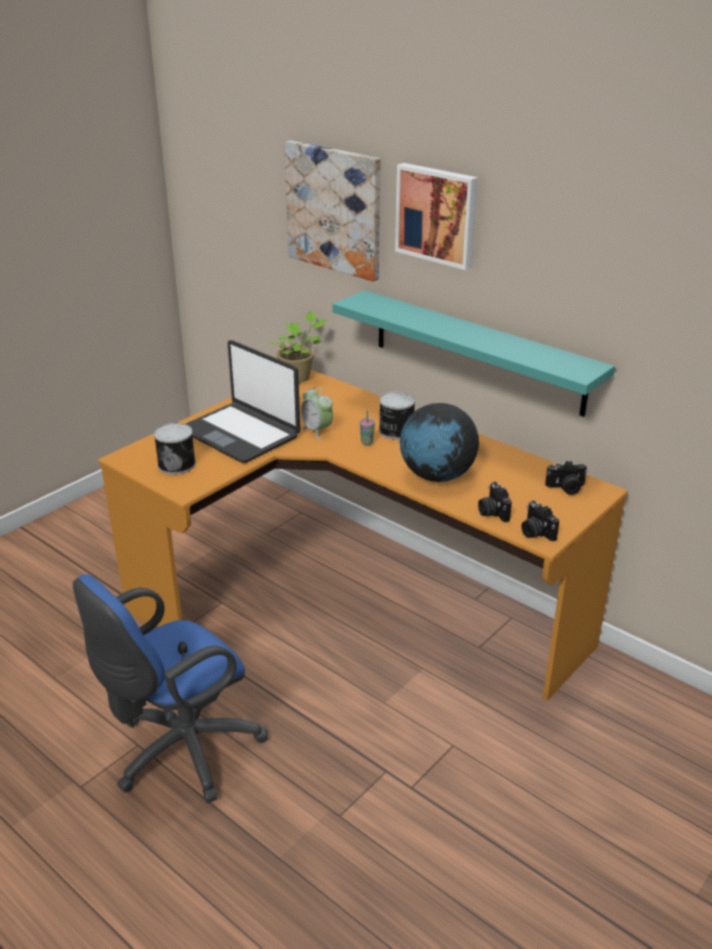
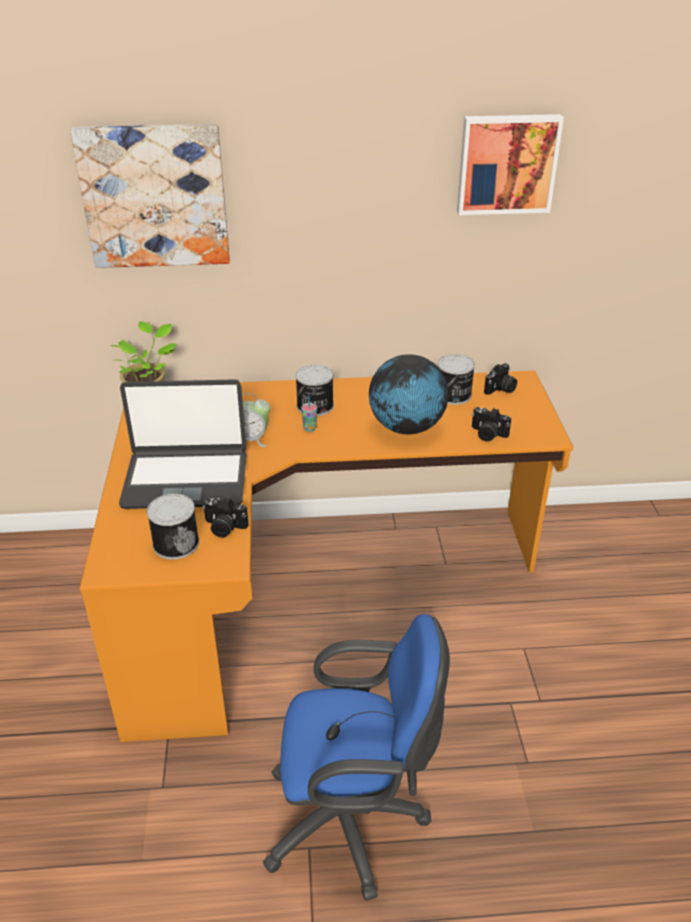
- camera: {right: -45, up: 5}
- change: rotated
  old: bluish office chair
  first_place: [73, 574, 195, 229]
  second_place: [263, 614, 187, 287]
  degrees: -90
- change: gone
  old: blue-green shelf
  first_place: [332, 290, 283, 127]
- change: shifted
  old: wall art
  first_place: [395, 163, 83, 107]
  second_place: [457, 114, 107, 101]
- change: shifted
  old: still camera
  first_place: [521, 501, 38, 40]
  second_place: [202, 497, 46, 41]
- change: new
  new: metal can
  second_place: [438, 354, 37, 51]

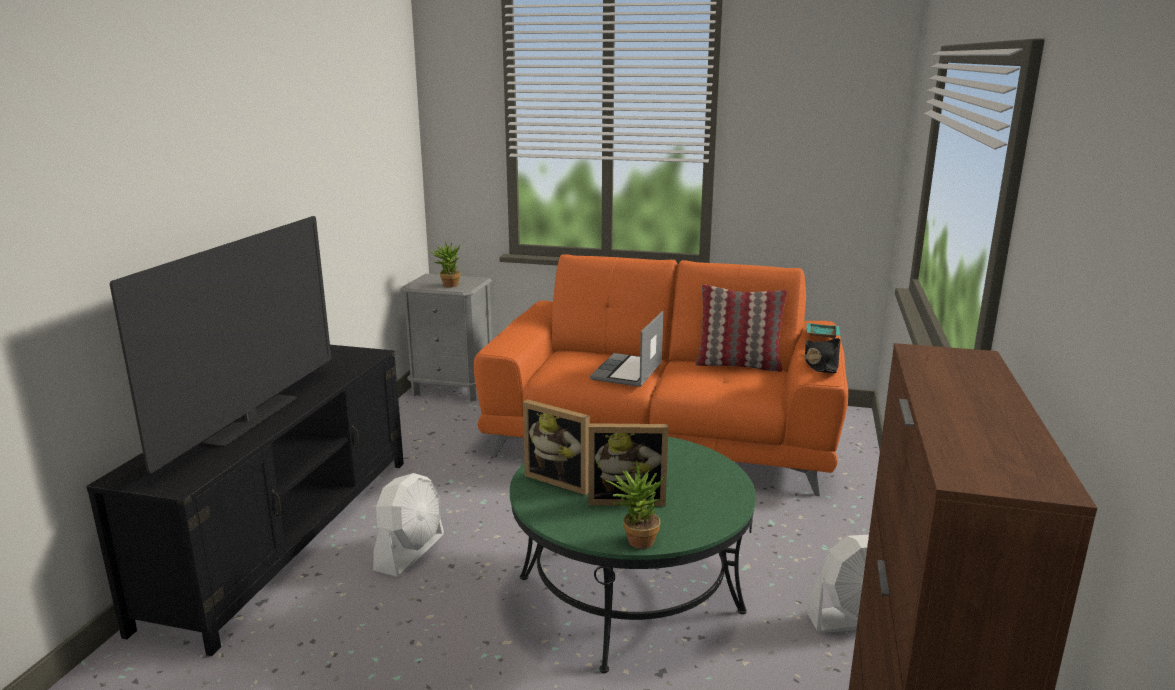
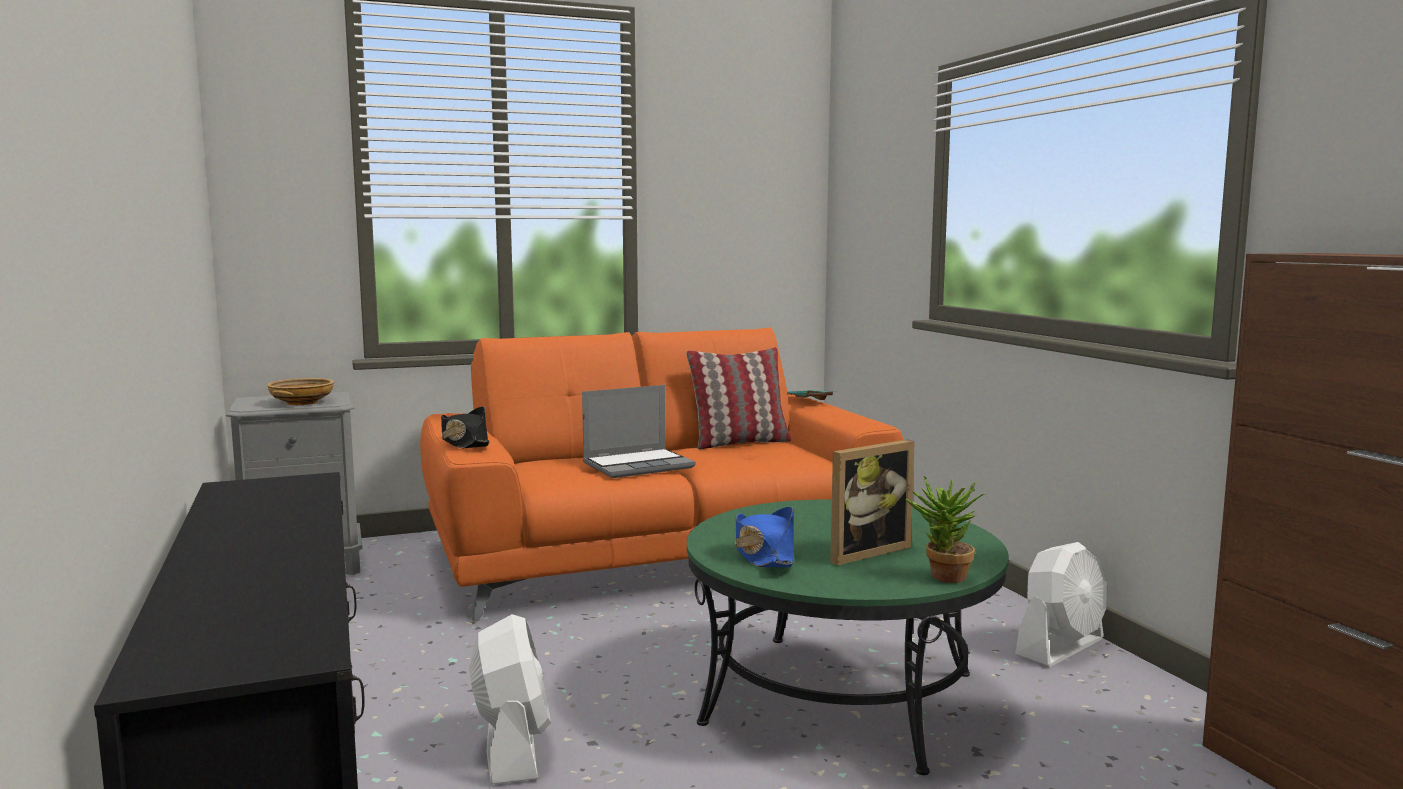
- camera: {right: -35, up: -10}
- change: gone
  old: television
  first_place: [110, 216, 221, 257]
- change: swapped
  old: potted plant
  new: beige-coloured bowl
  first_place: [428, 241, 33, 46]
  second_place: [267, 378, 67, 27]
- change: swapped
  old: photo frame
  new: bluish wearable hat
  first_place: [523, 399, 67, 96]
  second_place: [735, 506, 59, 61]
- change: rotated
  old: notebook computer
  first_place: [590, 311, 73, 76]
  second_place: [582, 385, 113, 93]
  degrees: -105
- change: shifted
  old: blackish wearable hat
  first_place: [804, 338, 36, 35]
  second_place: [441, 406, 48, 42]

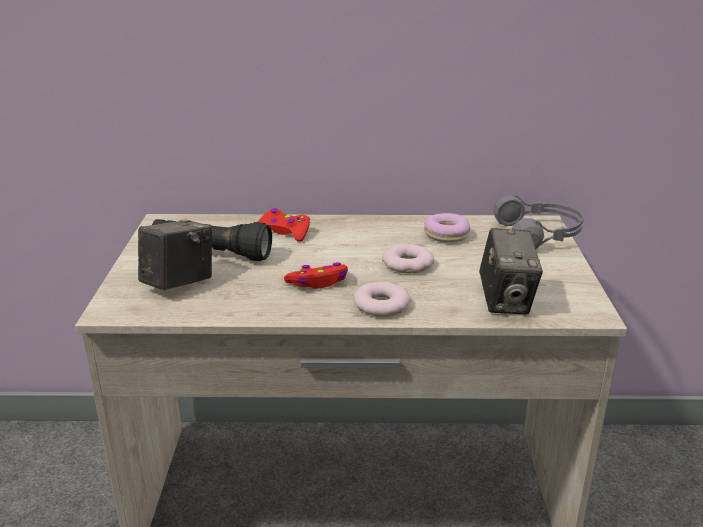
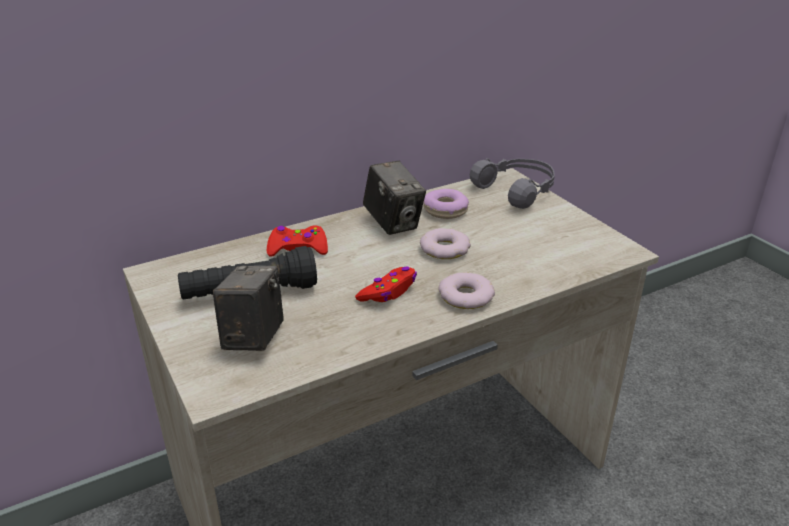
- camera: {right: -30, up: 5}
- change: shifted
  old: still camera
  first_place: [479, 228, 64, 86]
  second_place: [363, 161, 63, 74]

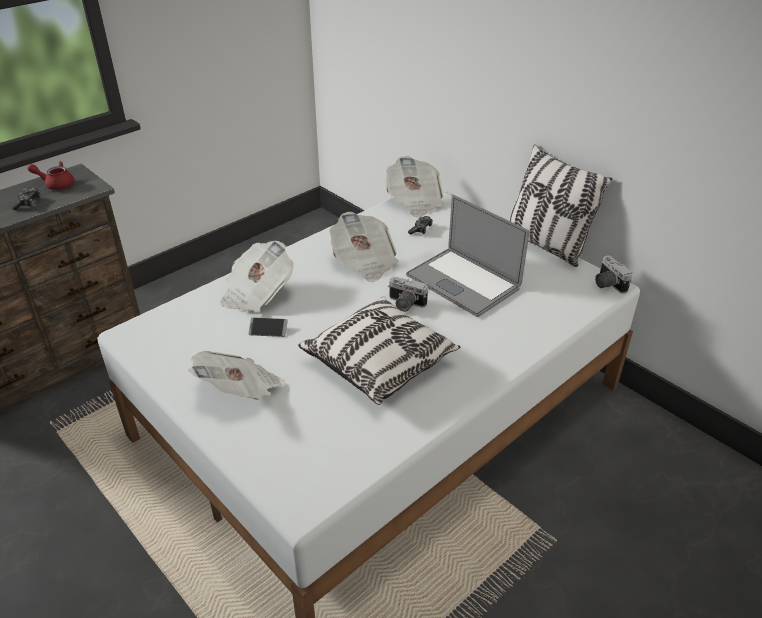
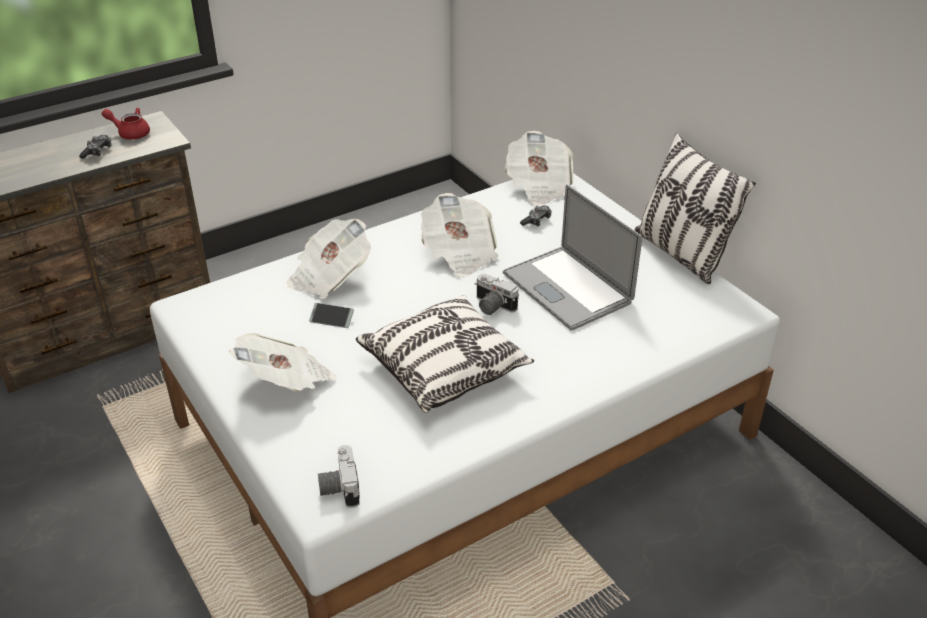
- camera: {right: 10, up: 0}
- change: shifted
  old: still camera
  first_place: [595, 256, 37, 38]
  second_place: [318, 445, 42, 63]

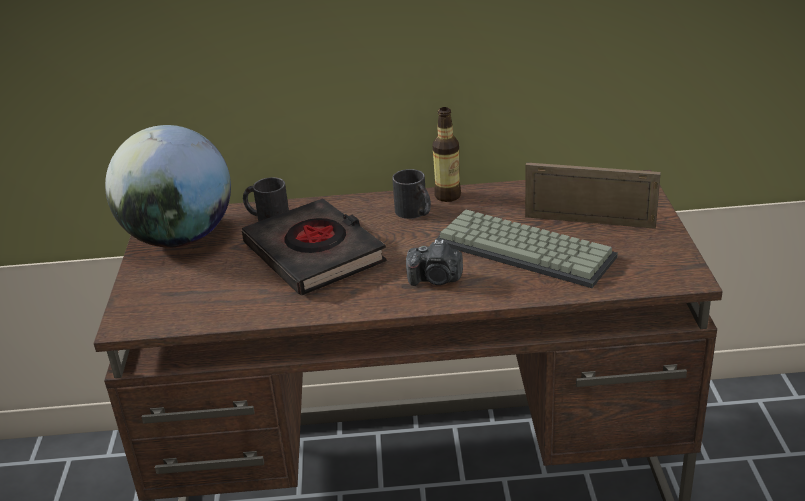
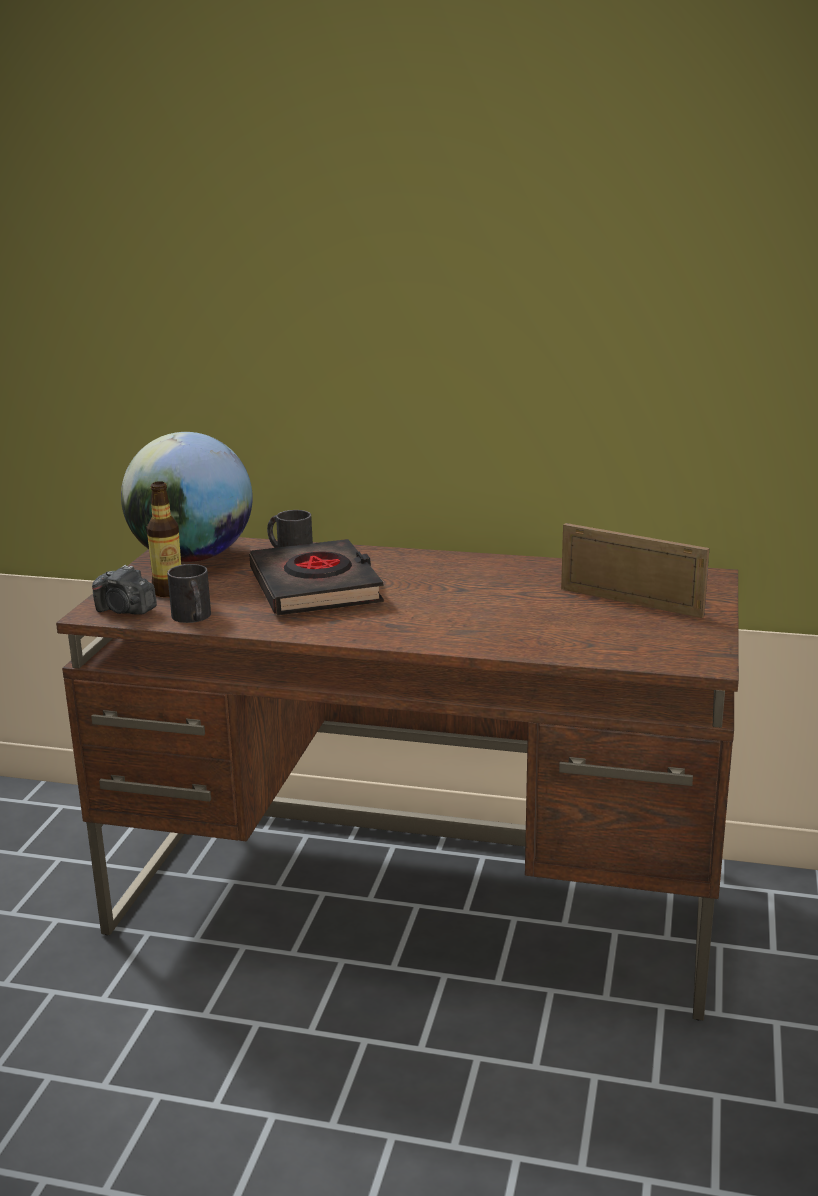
- camera: {right: 15, up: -10}
- change: shifted
  old: blackish mug
  first_place: [392, 169, 39, 50]
  second_place: [167, 564, 44, 59]
- change: shifted
  old: still camera
  first_place: [406, 239, 57, 47]
  second_place: [92, 565, 65, 50]
- change: shifted
  old: drink bottle
  first_place: [433, 107, 28, 95]
  second_place: [146, 481, 35, 116]
- change: gone
  old: computer keyboard
  first_place: [436, 209, 182, 79]

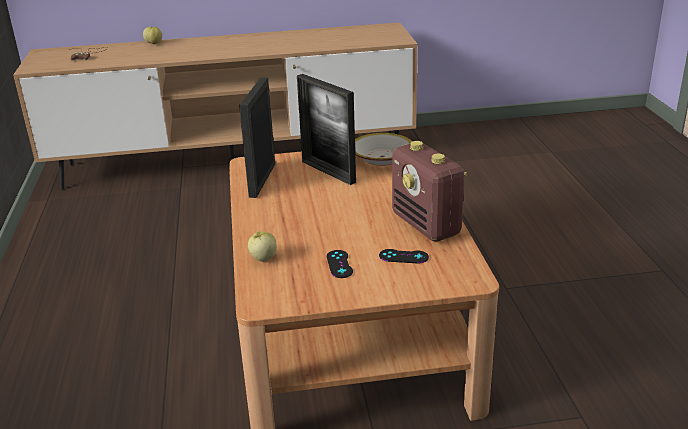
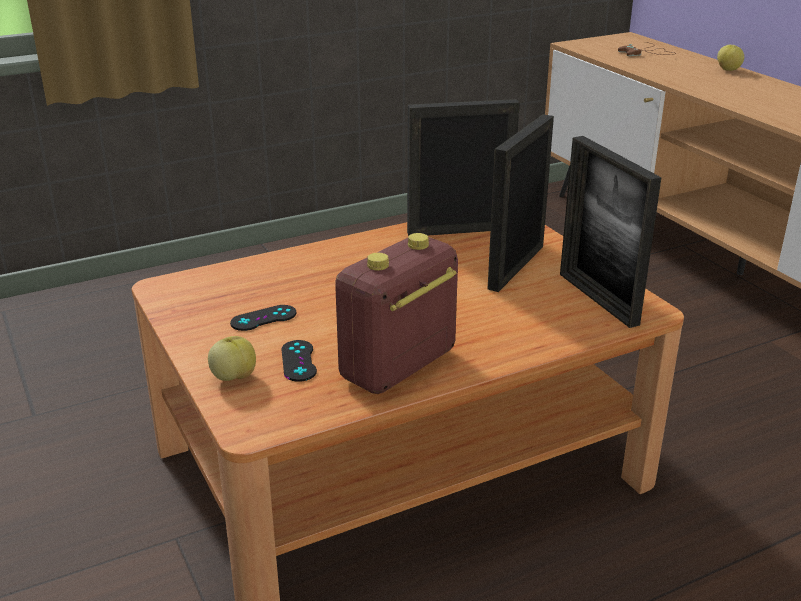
- camera: {right: 70, up: 0}
- change: shifted
  old: apple
  first_place: [248, 231, 29, 31]
  second_place: [208, 336, 48, 45]
- change: swapped
  old: bowl
  new: photo frame
  first_place: [355, 133, 57, 33]
  second_place: [560, 136, 101, 192]

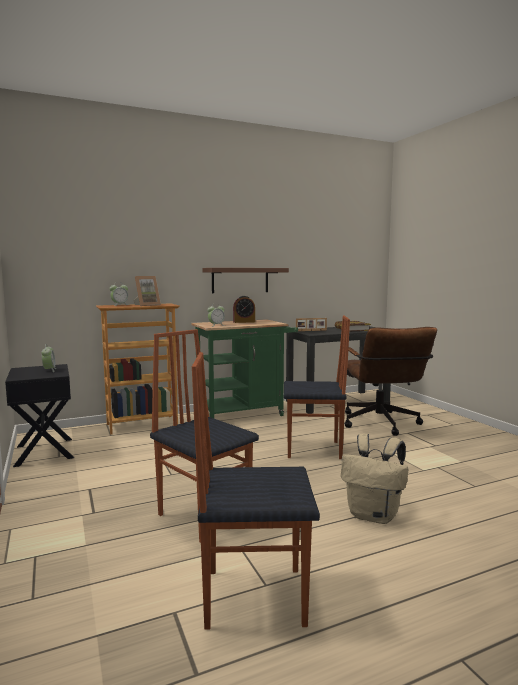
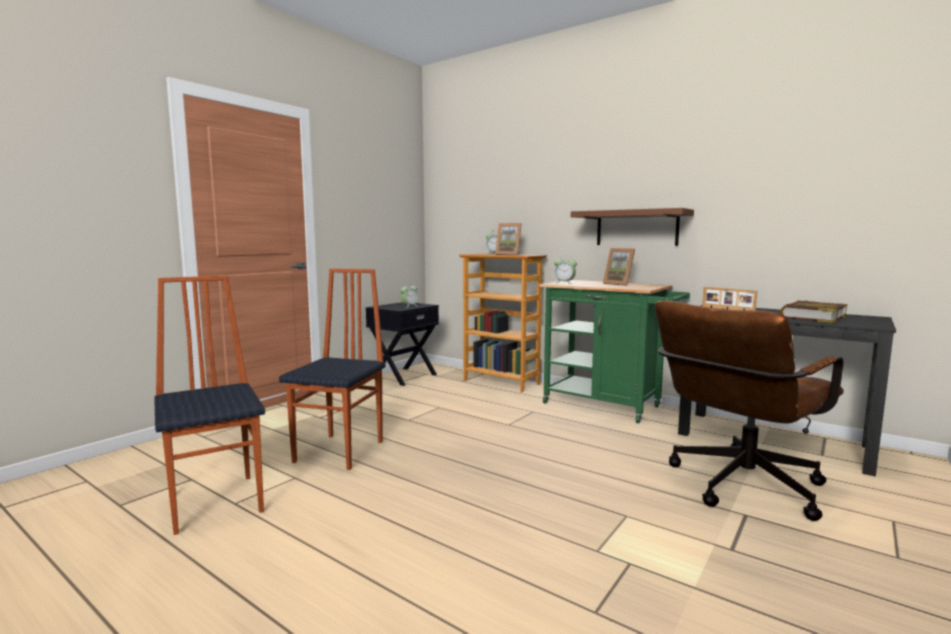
- camera: {right: 60, up: 0}
- change: swapped
  old: bedside clock
  new: photo frame
  first_place: [233, 296, 22, 27]
  second_place: [603, 248, 32, 38]
- change: gone
  old: upright chair
  first_place: [284, 315, 66, 144]
- change: gone
  old: beige-coloured knapsack
  first_place: [341, 433, 67, 91]

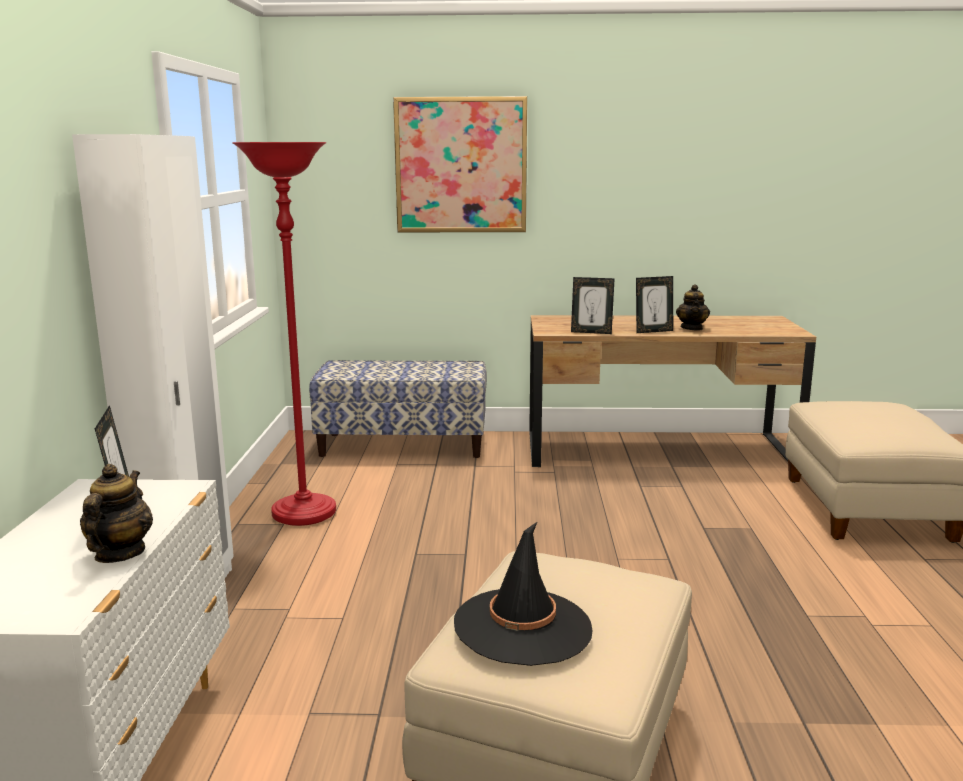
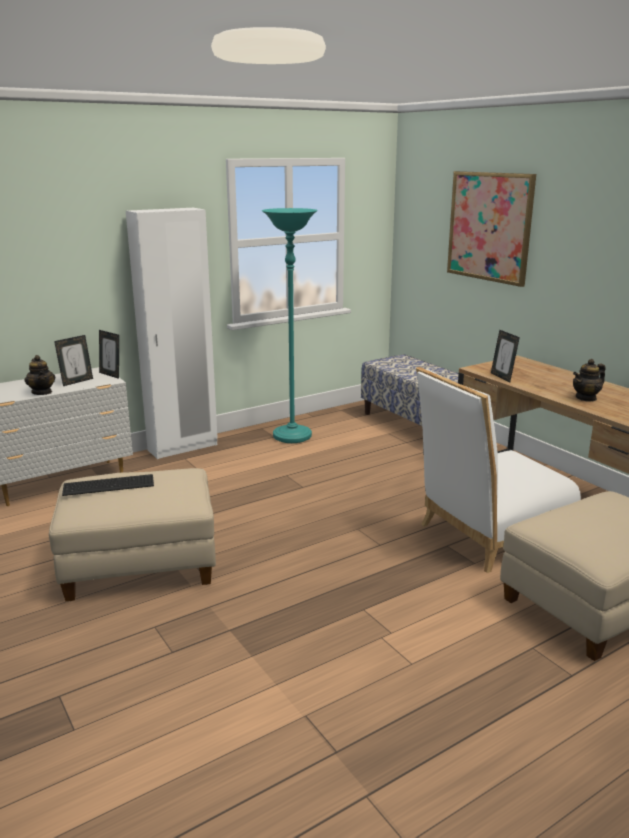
- camera: {right: 55, up: 5}
- change: rotated
  old: teapot
  first_place: [80, 464, 73, 99]
  second_place: [25, 355, 30, 40]
  degrees: 90
- change: repainted
  old: reddish standard lamp
  new: blue-green standard lamp
  first_place: [232, 142, 104, 384]
  second_place: [262, 208, 56, 235]
- change: swapped
  old: blackish wearable hat
  new: computer keyboard
  first_place: [454, 522, 138, 144]
  second_place: [62, 474, 92, 22]
- change: shifted
  old: photo frame
  first_place: [636, 276, 37, 57]
  second_place: [99, 330, 20, 49]
- change: new
  new: white-coloured upright chair
  second_place: [416, 367, 165, 206]

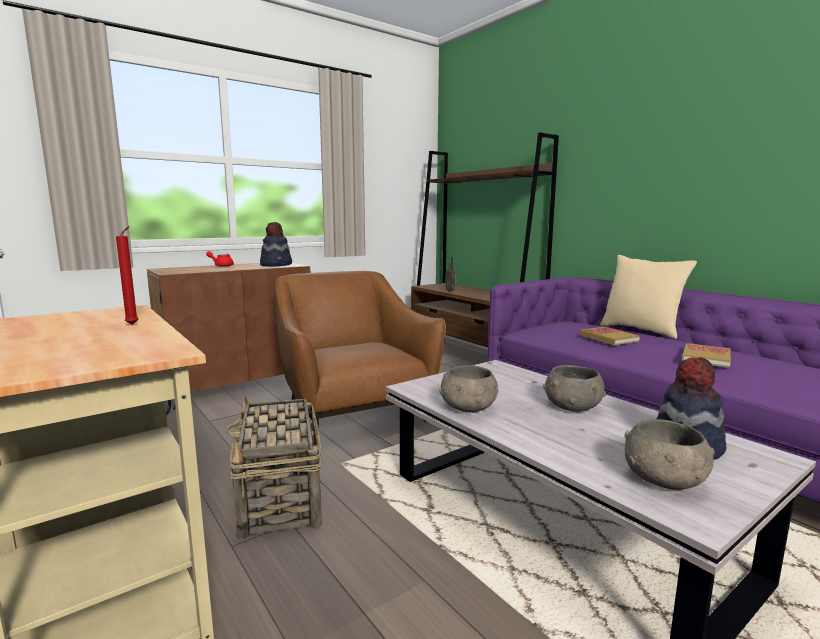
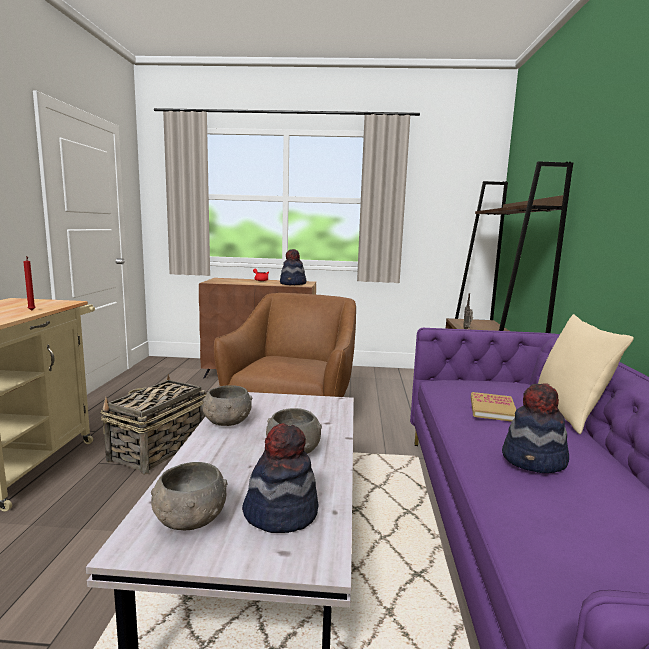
- camera: {right: 40, up: 0}
- change: swapped
  old: volume
  new: wearable hat
  first_place: [682, 343, 49, 25]
  second_place: [502, 383, 67, 90]

